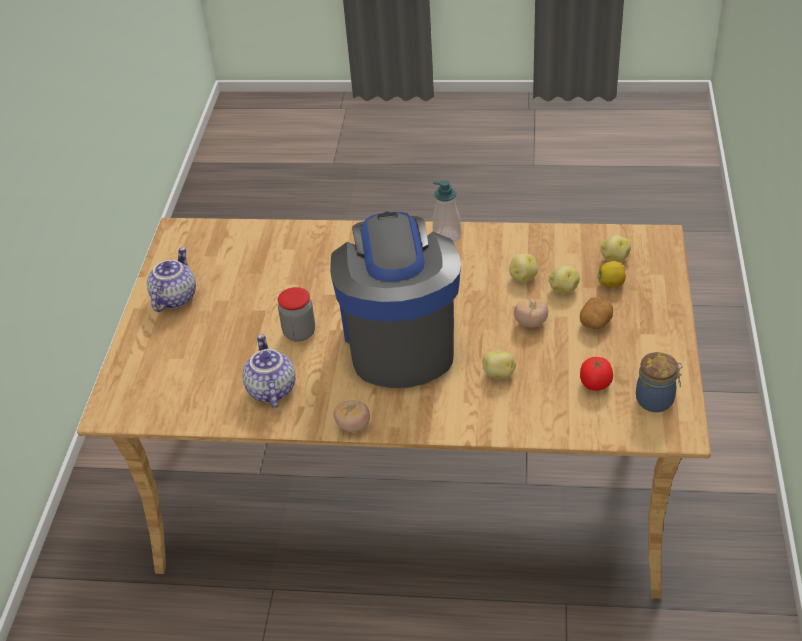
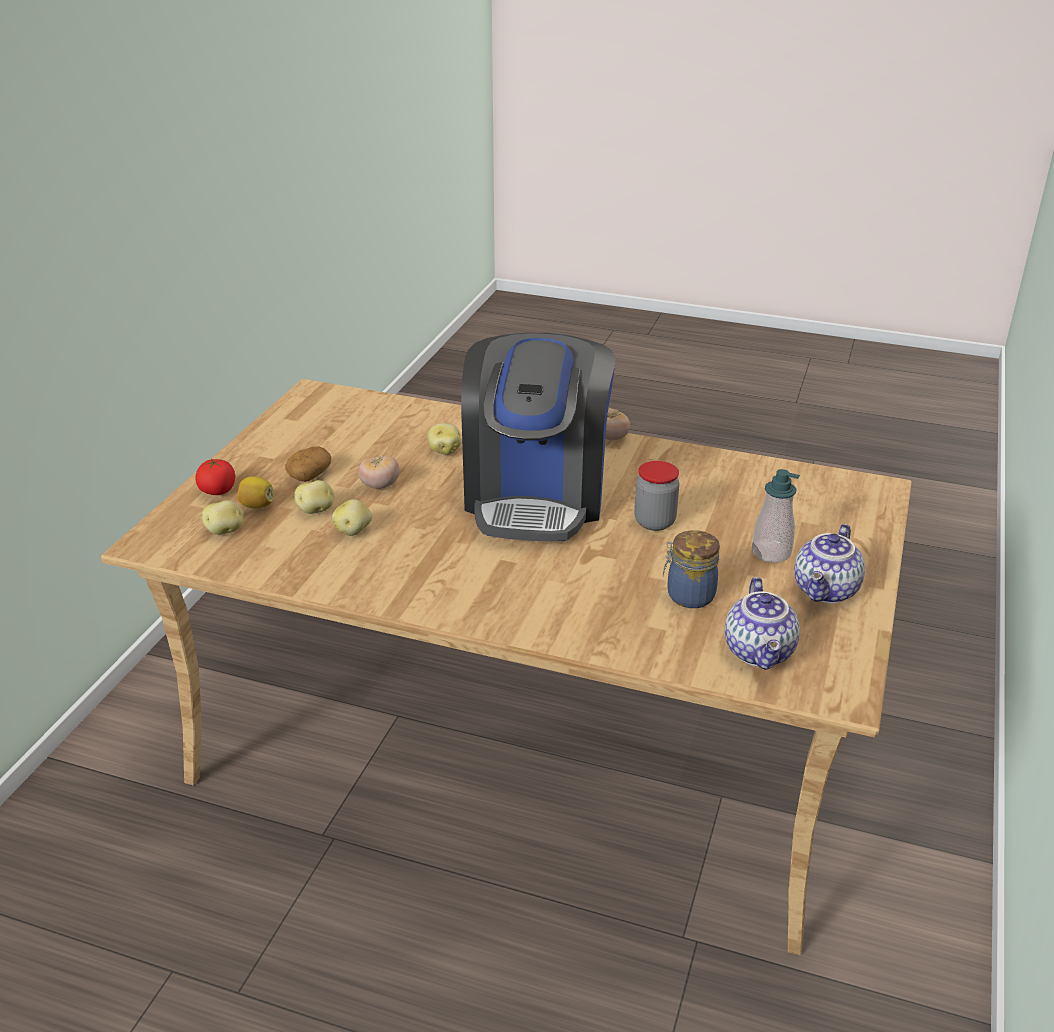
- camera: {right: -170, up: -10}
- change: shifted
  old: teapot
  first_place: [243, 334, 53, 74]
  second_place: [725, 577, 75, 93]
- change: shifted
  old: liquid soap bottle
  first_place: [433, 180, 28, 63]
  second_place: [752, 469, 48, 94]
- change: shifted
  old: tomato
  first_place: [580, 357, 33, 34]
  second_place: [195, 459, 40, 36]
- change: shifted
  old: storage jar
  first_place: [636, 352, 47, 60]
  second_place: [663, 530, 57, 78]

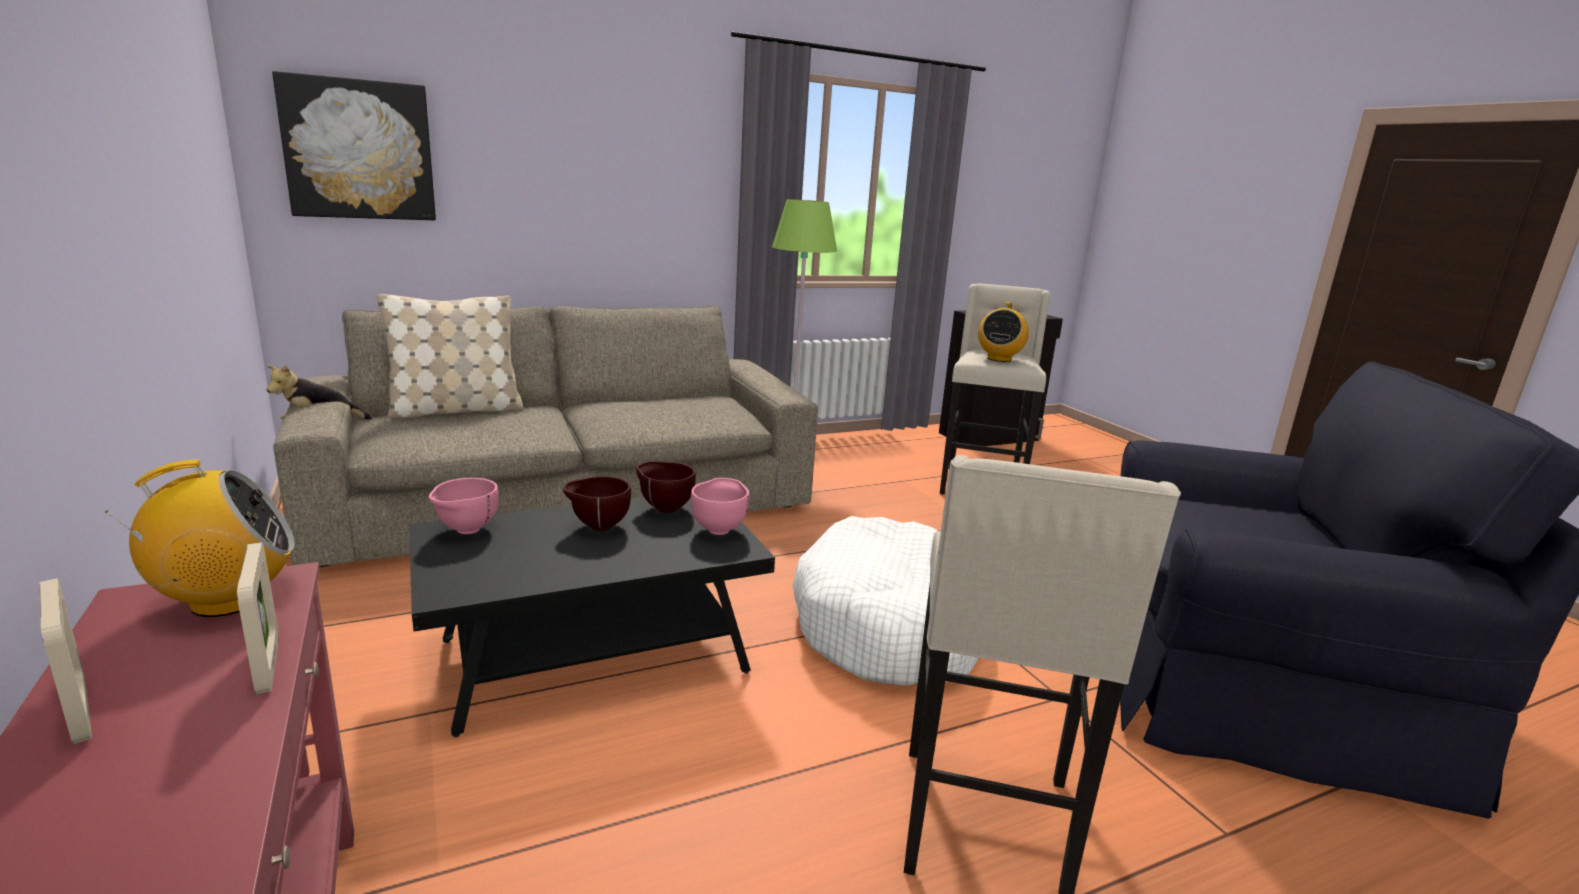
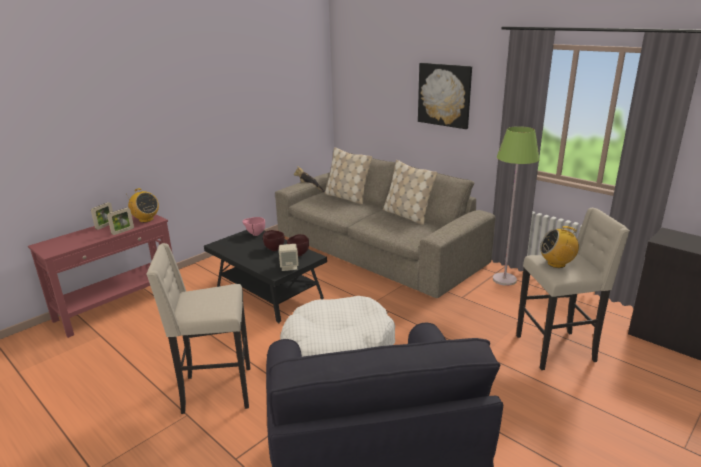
- camera: {right: 70, up: 5}
- change: shifted
  old: wall art
  first_place: [272, 71, 164, 149]
  second_place: [418, 63, 54, 66]
- change: swapped
  old: pink-coloured bowl
  new: beige-coloured speaker
  first_place: [691, 478, 58, 57]
  second_place: [279, 244, 20, 27]
- change: new
  new: beige-coloured cushion
  second_place: [383, 160, 55, 65]

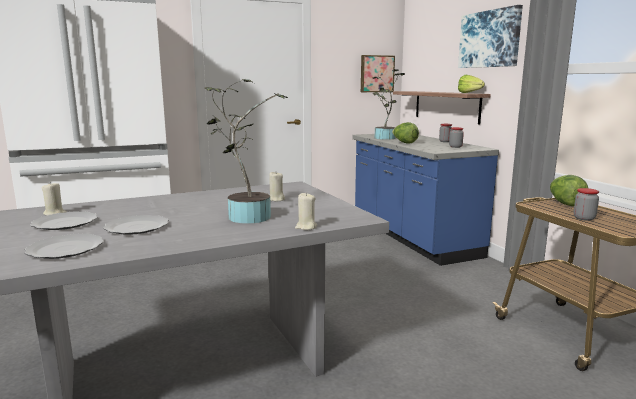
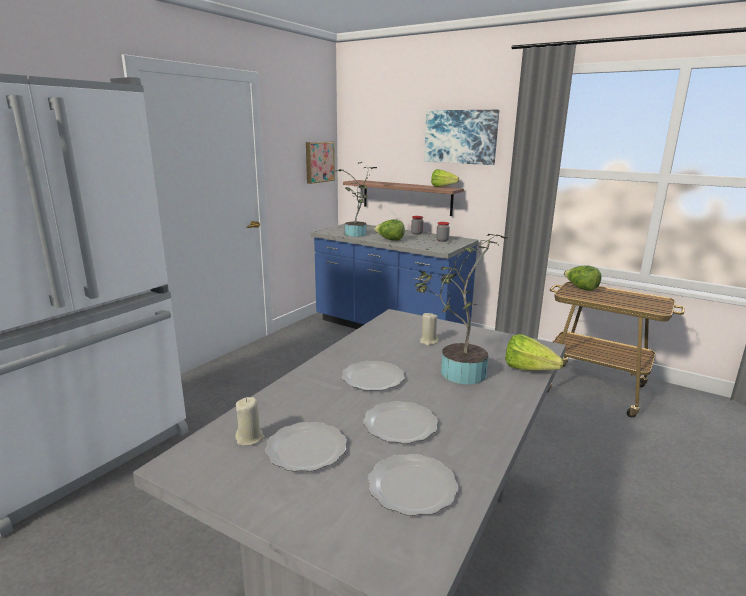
- camera: {right: -35, up: 5}
- change: swapped
  old: beige-coloured wax light
  new: head of lettuce
  first_place: [295, 192, 22, 38]
  second_place: [505, 334, 59, 37]
- change: gone
  old: storage jar
  first_place: [574, 188, 25, 33]
- change: new
  new: flat dish
  second_place: [342, 361, 63, 30]

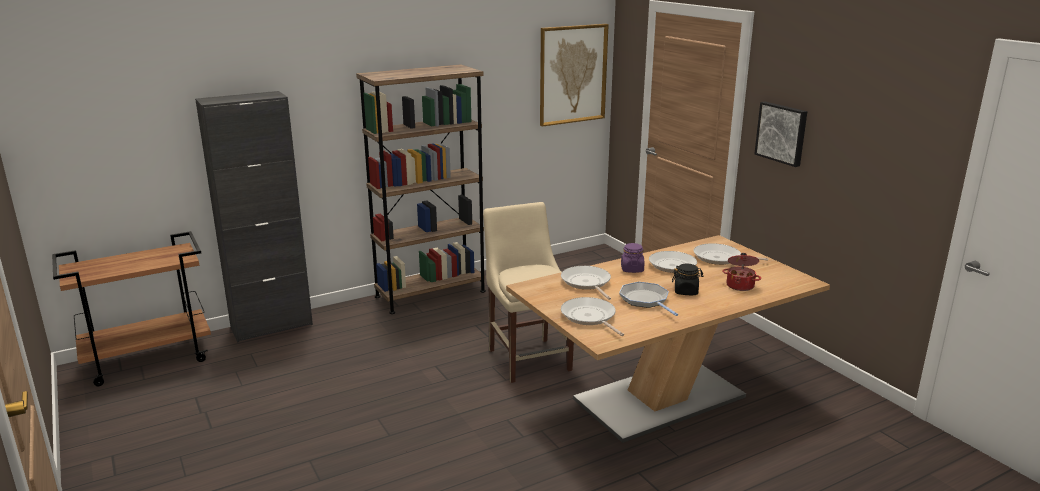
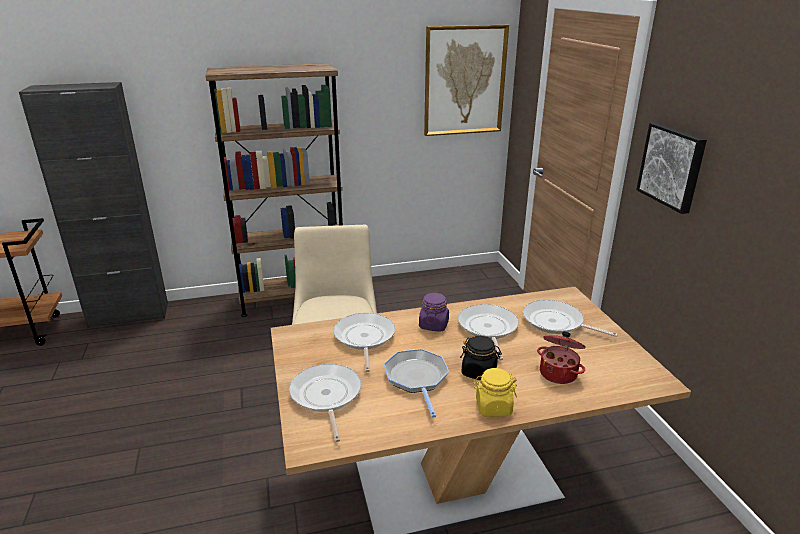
- camera: {right: 15, up: 5}
- change: new
  new: yellow storage jar
  second_place: [473, 368, 44, 49]

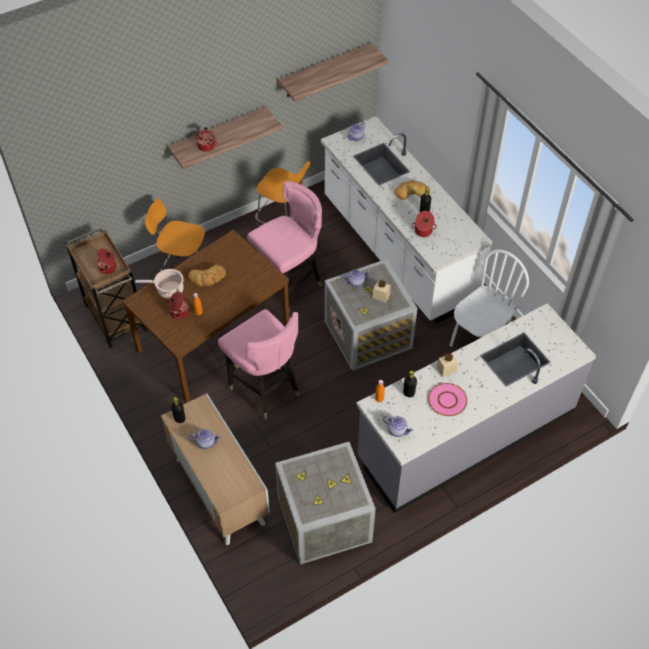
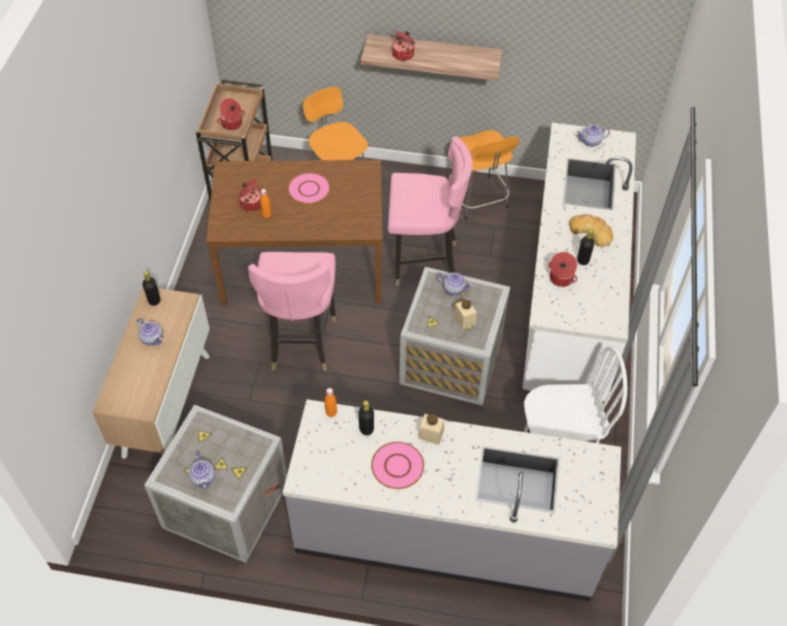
- camera: {right: 40, up: 0}
- change: gone
  old: stockpot
  first_place: [135, 269, 49, 30]
- change: swapped
  old: bread
  new: pink-coloured flat dish
  first_place: [188, 265, 38, 21]
  second_place: [288, 173, 42, 31]
- change: gone
  old: shelf
  first_place: [278, 43, 110, 59]
- change: shifted
  old: teapot
  first_place: [383, 416, 30, 21]
  second_place: [189, 453, 26, 36]

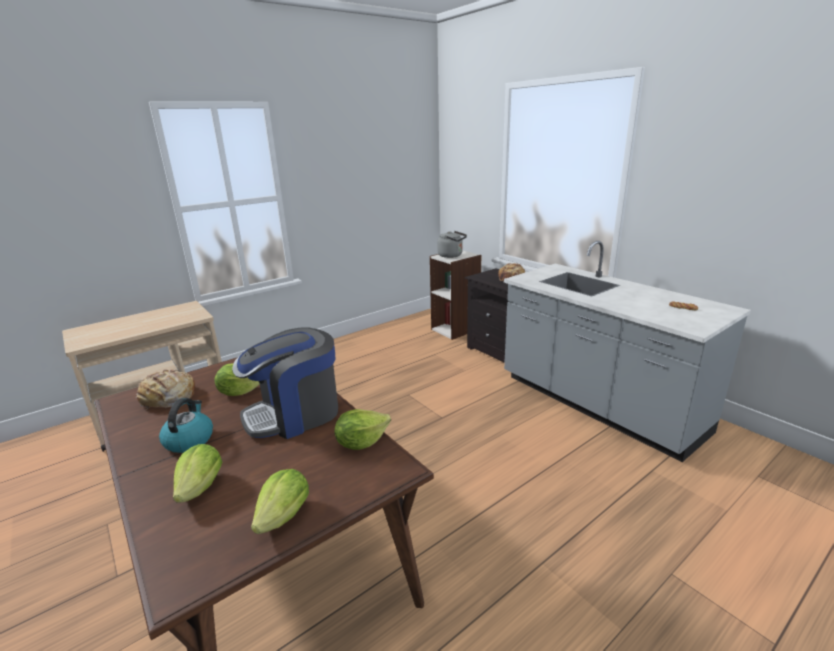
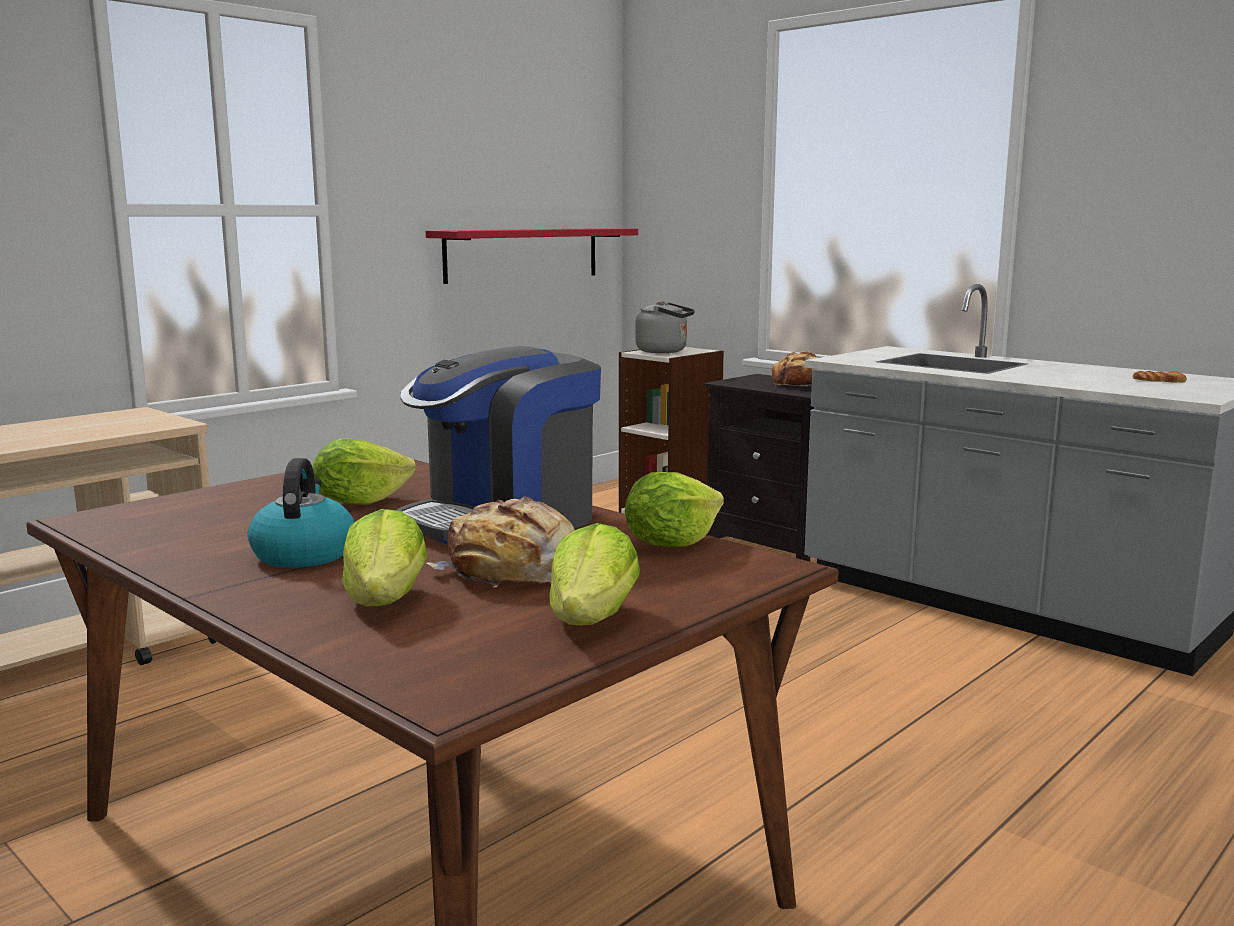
- camera: {right: -10, up: -10}
- change: shifted
  old: bread
  first_place: [136, 370, 59, 40]
  second_place: [427, 496, 148, 92]
- change: new
  new: reddish shelf
  second_place: [426, 228, 212, 56]

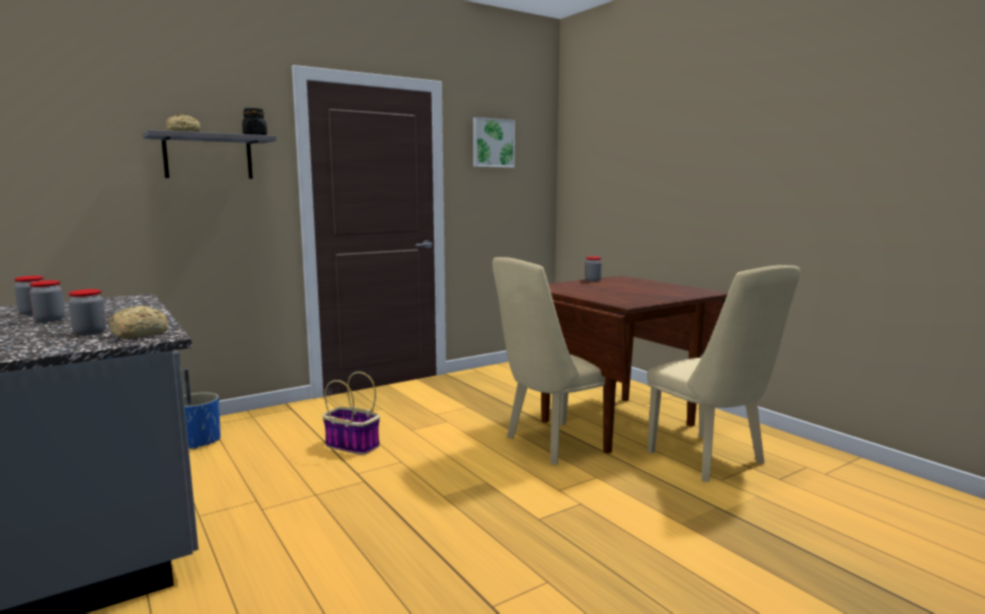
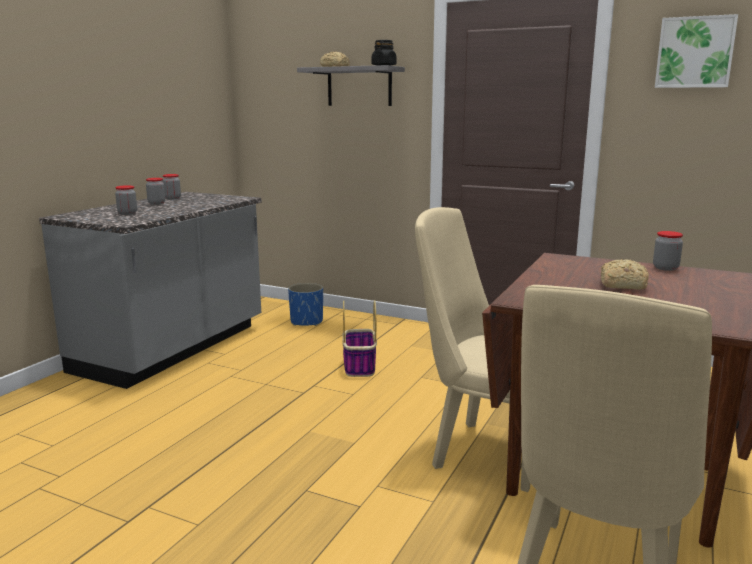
- camera: {right: 60, up: 5}
- change: shifted
  old: bread
  first_place: [108, 306, 60, 33]
  second_place: [601, 259, 48, 31]

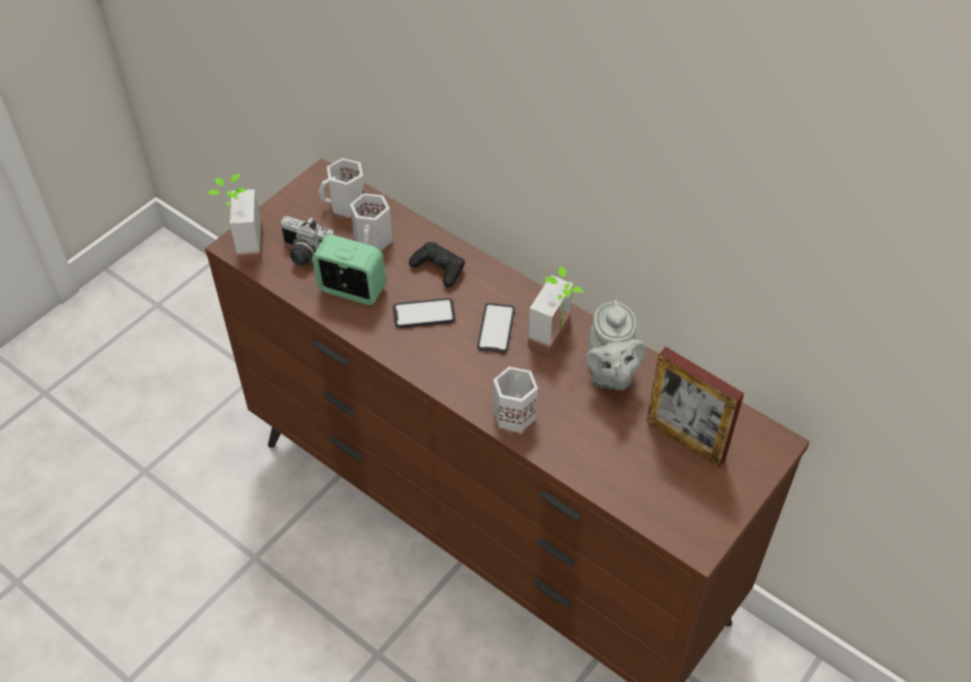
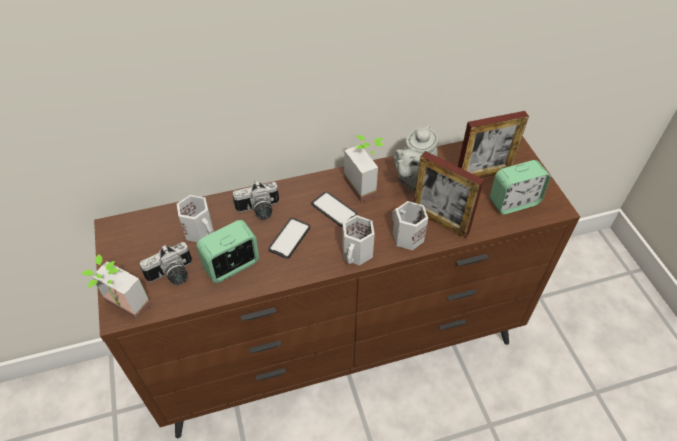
- camera: {right: -55, up: 0}
- change: shifted
  old: white-coloured mug
  first_place: [318, 158, 47, 59]
  second_place: [342, 215, 33, 51]
- change: swapped
  old: blackish joypad
  new: still camera
  first_place: [409, 242, 56, 45]
  second_place: [233, 180, 46, 39]
- change: rotated
  old: gray teapot
  first_place: [585, 300, 61, 90]
  second_place: [393, 125, 45, 65]
  degrees: 90
- change: new
  new: photo frame
  second_place: [414, 151, 70, 87]
- change: new
  new: bedside clock
  second_place: [490, 160, 61, 55]

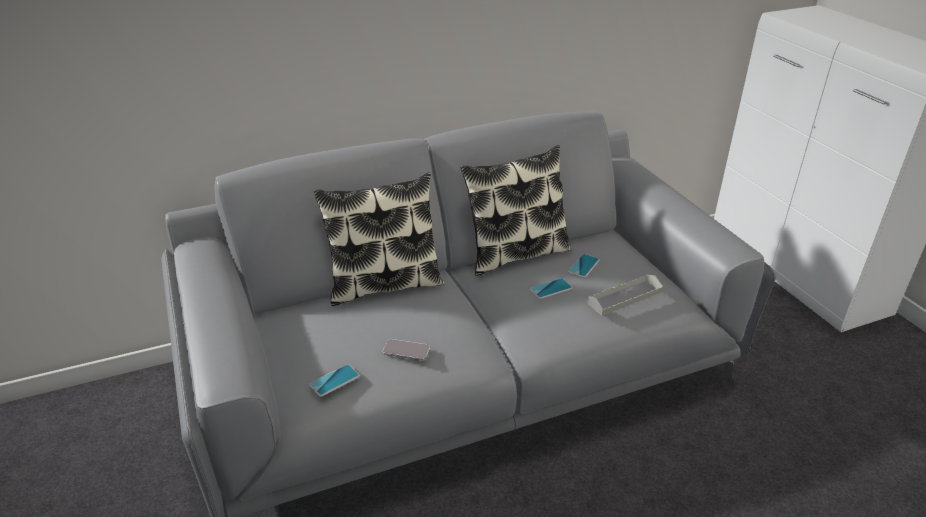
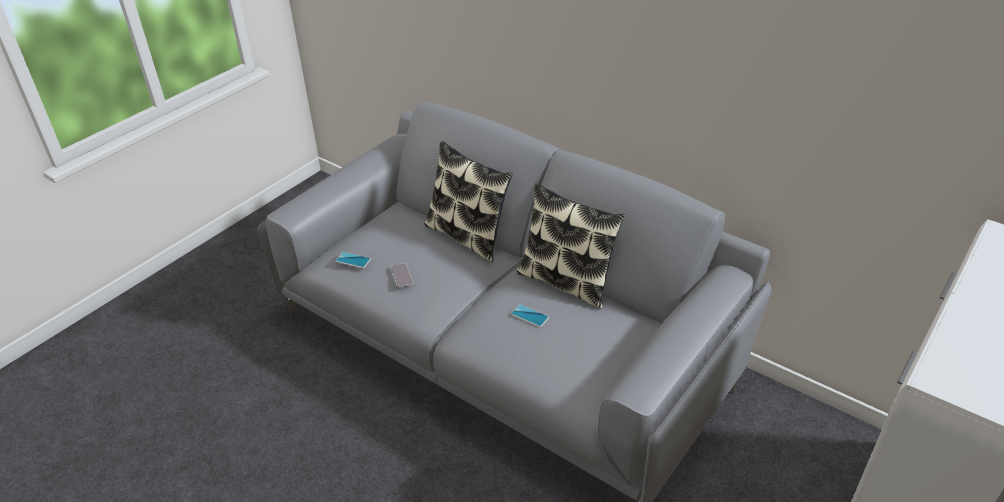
- camera: {right: 60, up: 5}
- change: gone
  old: handset
  first_place: [568, 254, 32, 24]
- change: gone
  old: gray tray
  first_place: [587, 274, 76, 42]

